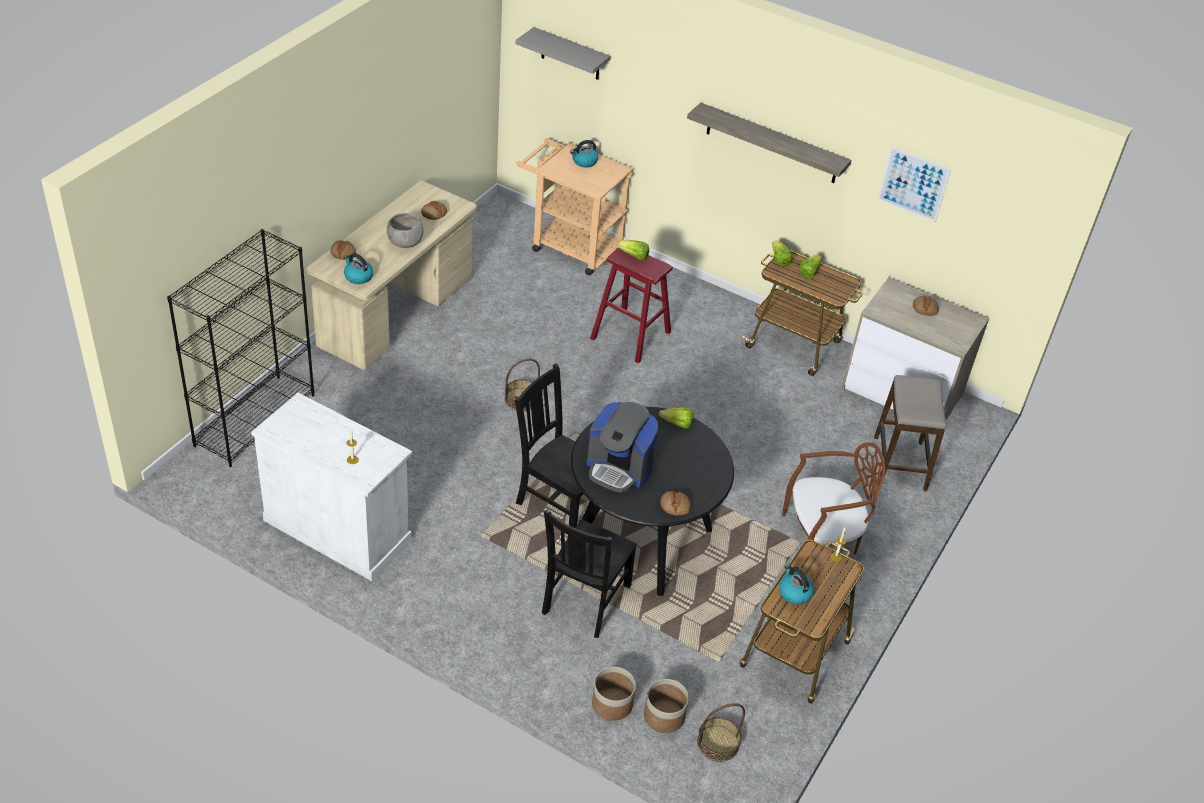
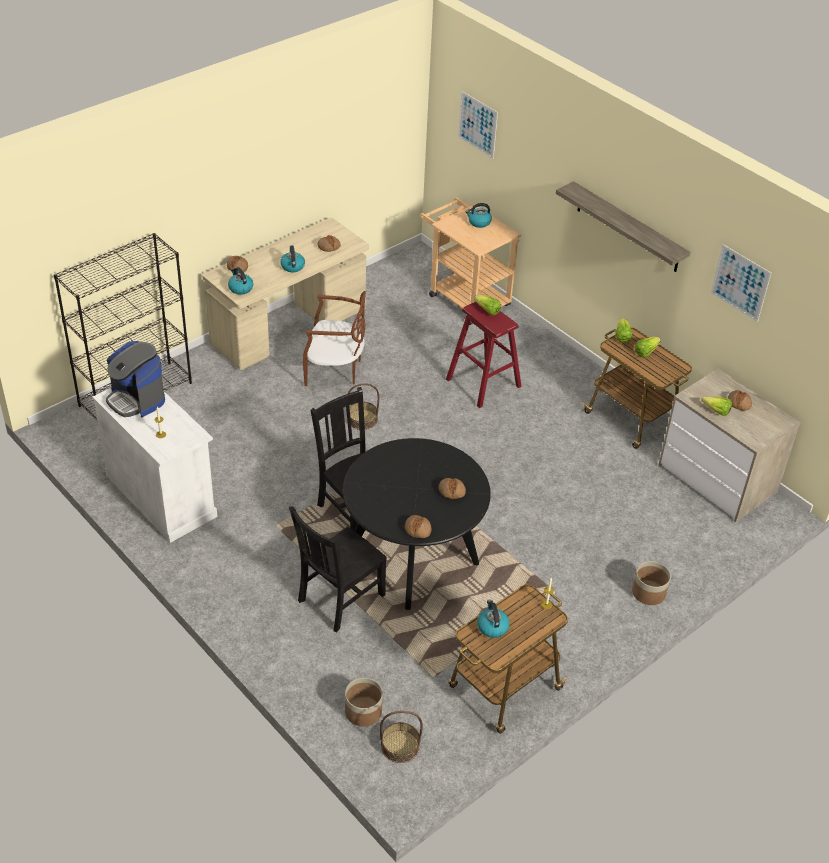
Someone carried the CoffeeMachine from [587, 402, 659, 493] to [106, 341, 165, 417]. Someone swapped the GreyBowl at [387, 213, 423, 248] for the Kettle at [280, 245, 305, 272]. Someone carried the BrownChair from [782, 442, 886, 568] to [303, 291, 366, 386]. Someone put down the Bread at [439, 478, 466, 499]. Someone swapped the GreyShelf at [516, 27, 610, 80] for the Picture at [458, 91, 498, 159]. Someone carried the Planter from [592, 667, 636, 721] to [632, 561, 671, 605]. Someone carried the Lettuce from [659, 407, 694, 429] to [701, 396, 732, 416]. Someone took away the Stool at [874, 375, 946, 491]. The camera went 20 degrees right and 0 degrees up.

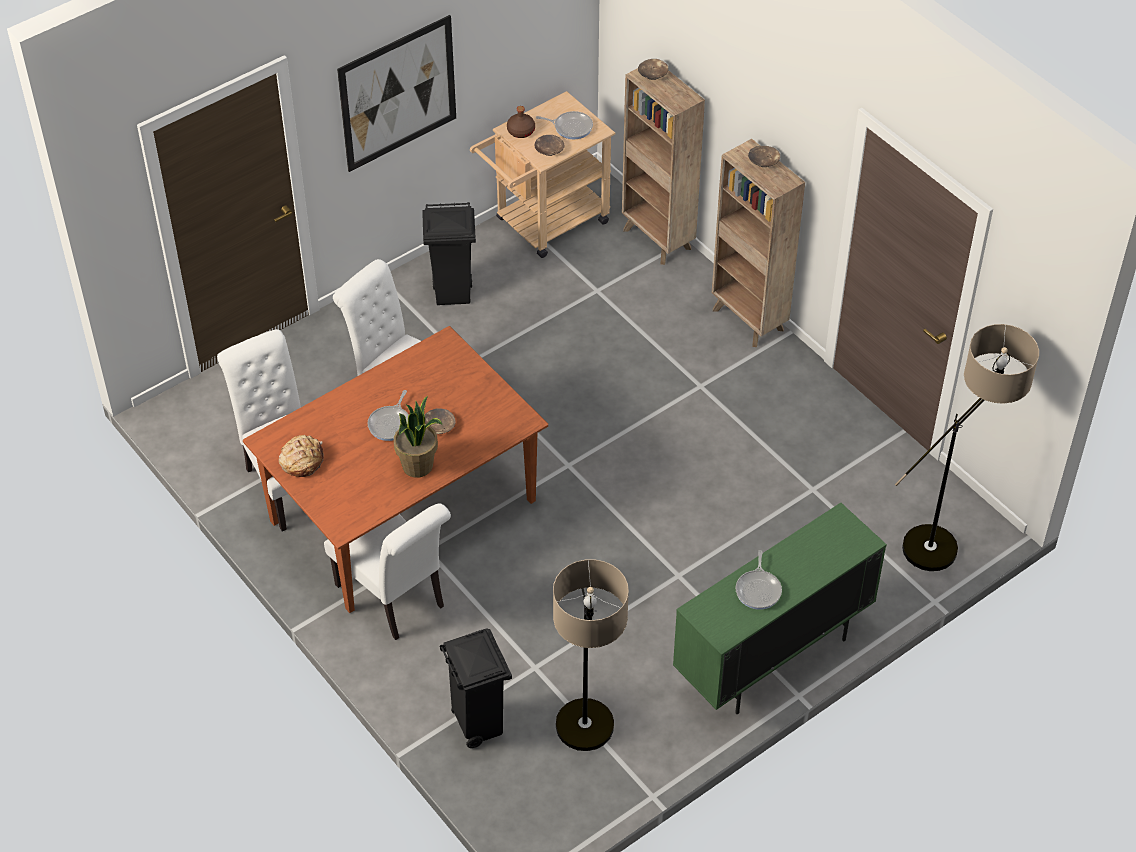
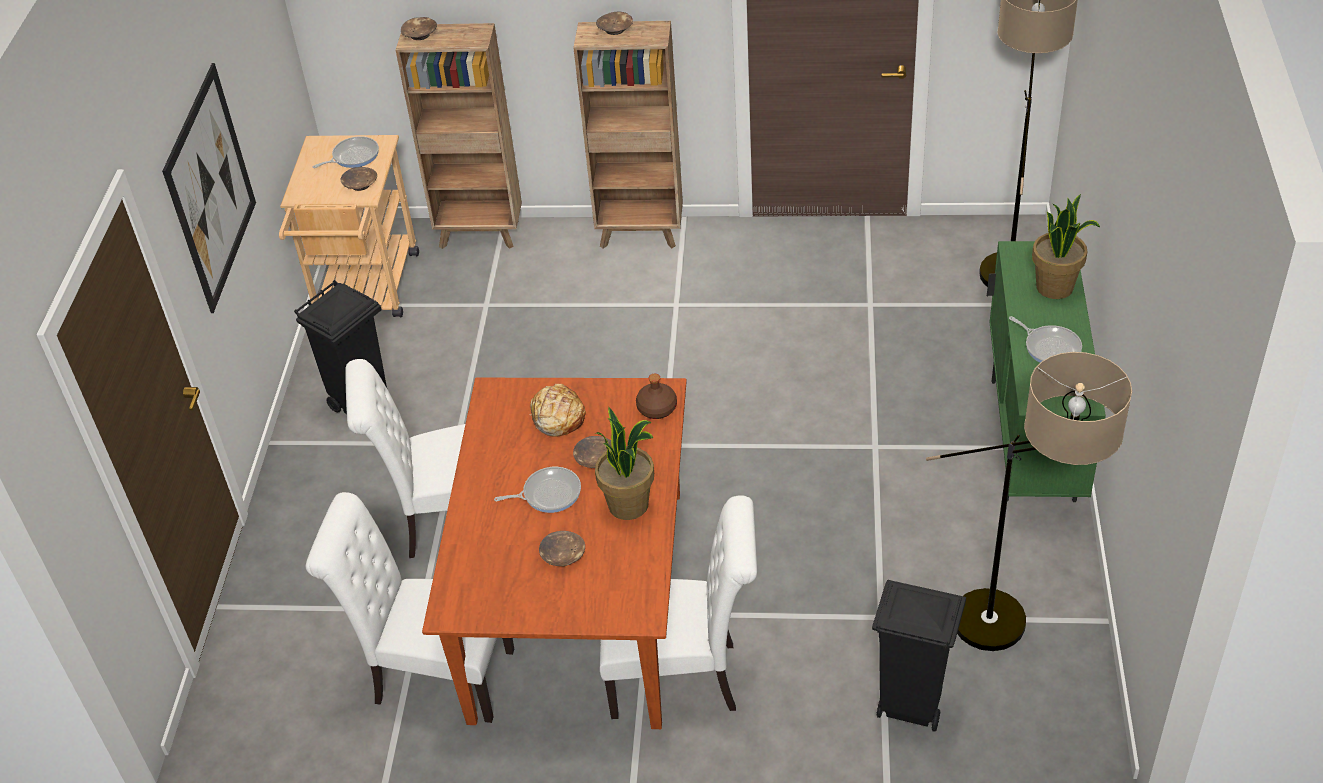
Someone rotated the FryingPan at [367, 390, 409, 441] by 75 degrees counterclockwise. Someone carried the Bread from [279, 435, 324, 477] to [529, 384, 586, 437]. Someone put down the BrownBowl at [539, 531, 585, 566]. Someone carried the BrownBottle from [507, 106, 535, 138] to [636, 374, 677, 419]. Someone put down the PottedPlant at [1032, 194, 1100, 299]. The camera went 45 degrees left and 5 degrees down.

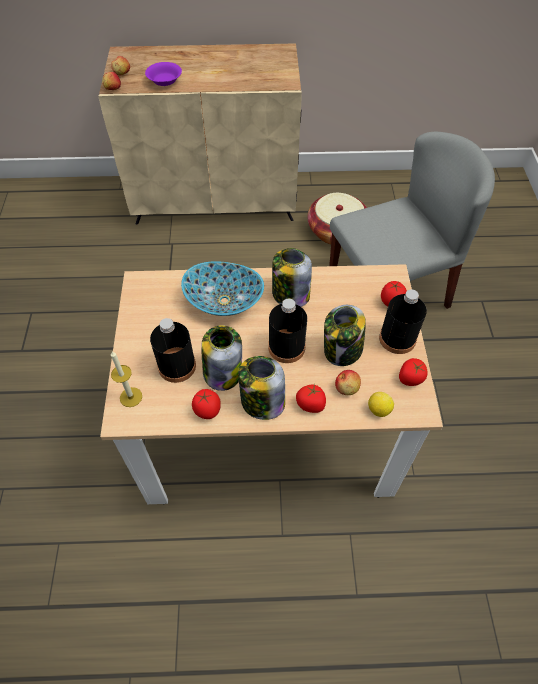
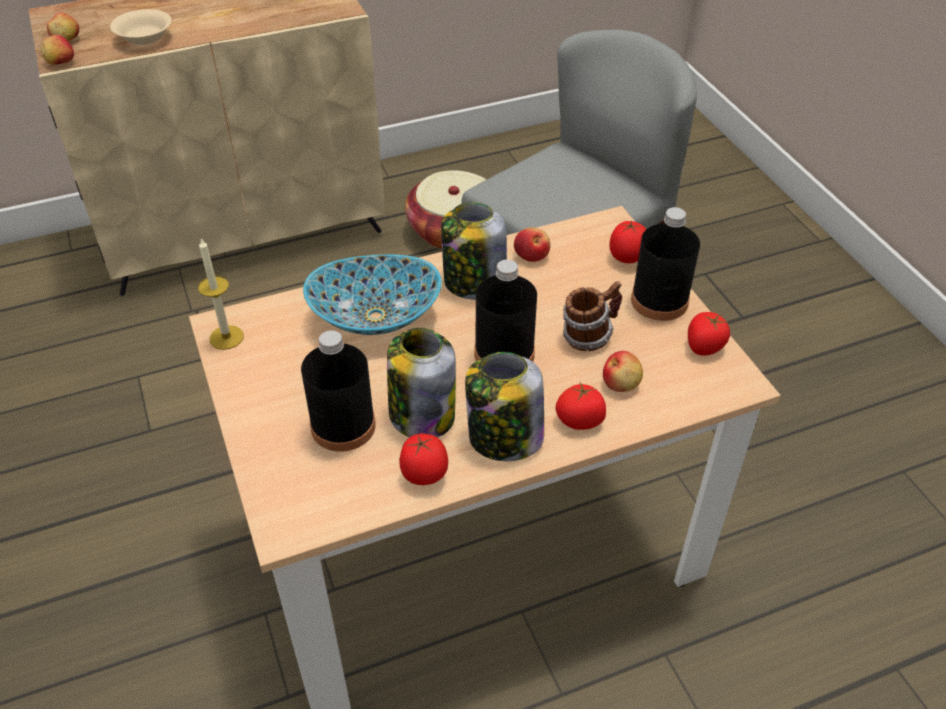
Someone repainted the PurpleBowl at [145, 62, 182, 86], which became the BeigeBowl at [110, 9, 171, 45]. Someone carried the Candle from [111, 351, 142, 407] to [198, 238, 244, 350]. Someone put down the Apple at [514, 227, 550, 262]. Someone swapped the Jar at [324, 305, 366, 366] for the Mug at [563, 281, 622, 351]. Someone took away the Lemon at [368, 392, 394, 417]. The camera went 20 degrees left and 10 degrees down.

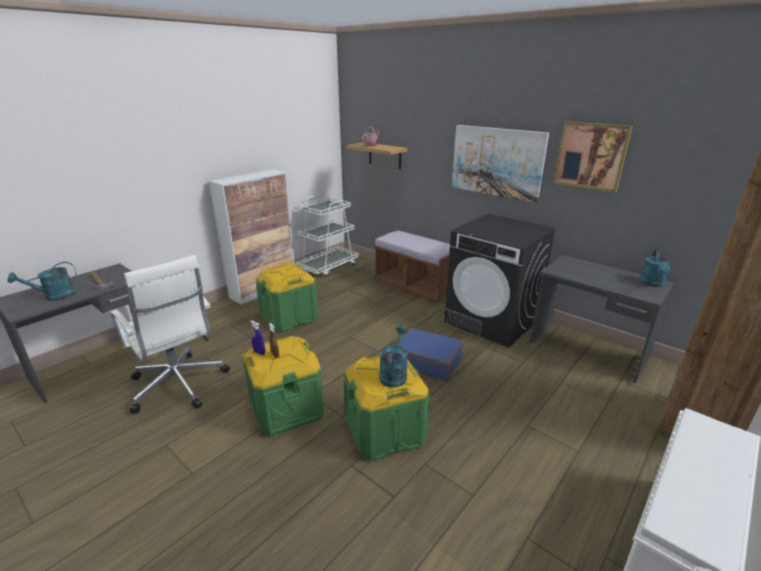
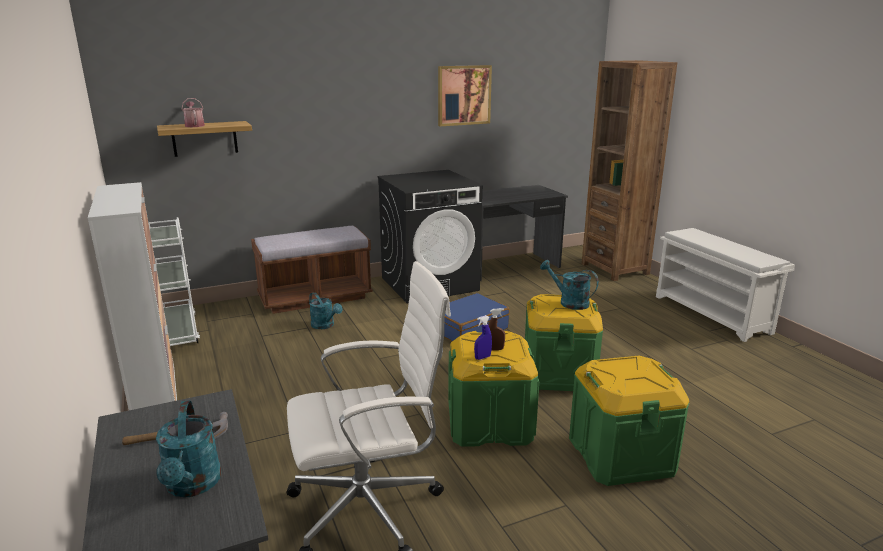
Someone carried the TurquoiseWateringCan from [639, 250, 671, 287] to [309, 292, 343, 329]. Someone carried the GreenStorageBox from [256, 263, 318, 332] to [569, 356, 689, 486]. Someone took away the Picture at [452, 125, 549, 203]. The camera went 65 degrees left and 5 degrees down.

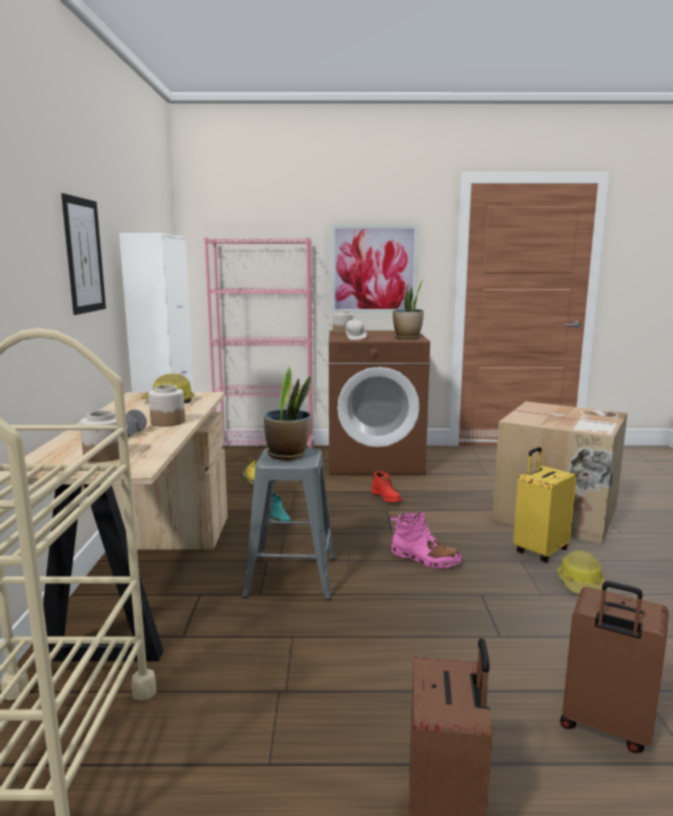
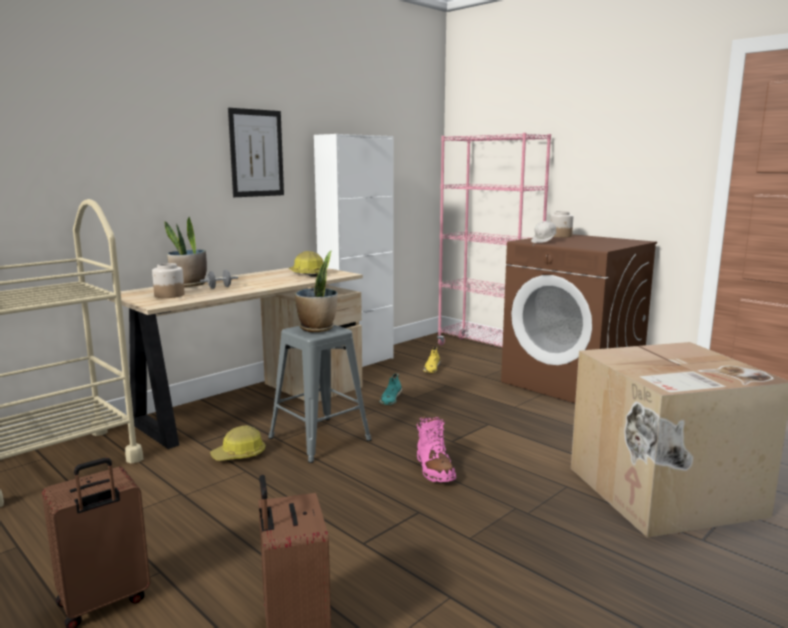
Someone carried the PottedPlant from [393, 281, 424, 339] to [164, 217, 207, 287]. Someone carried the HardHat from [557, 550, 604, 593] to [210, 425, 266, 461]. Someone took away the Jar at [149, 385, 185, 427]. Someone took away the Picture at [331, 225, 419, 313]. Someone took away the RedBoot at [371, 471, 402, 502]. Someone took away the YellowSuitcase at [513, 447, 576, 562]. The camera went 45 degrees right and 0 degrees up.

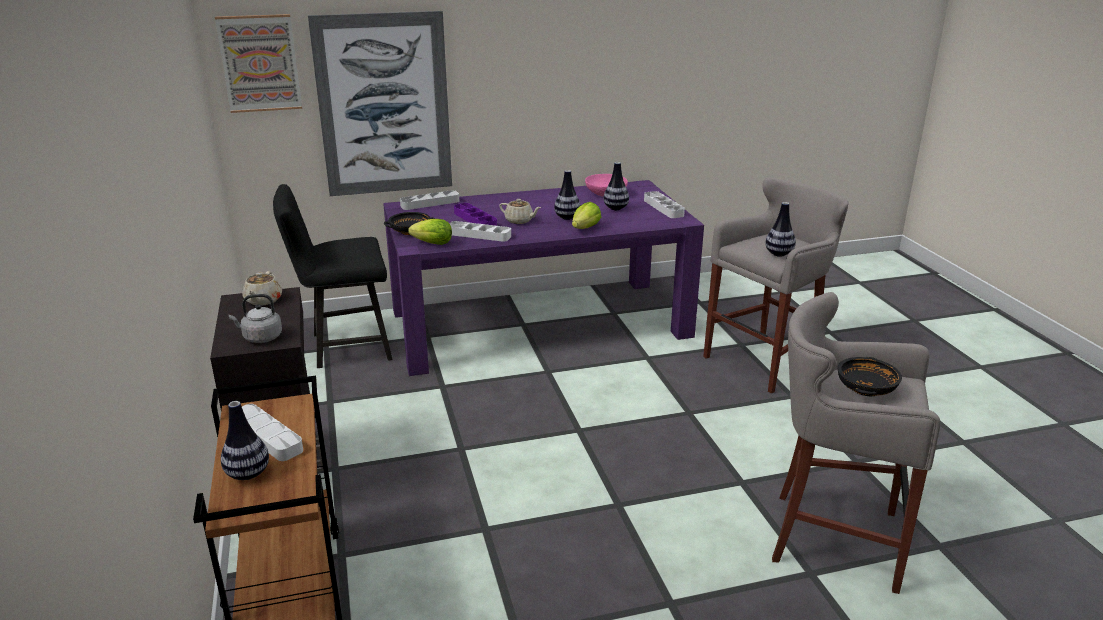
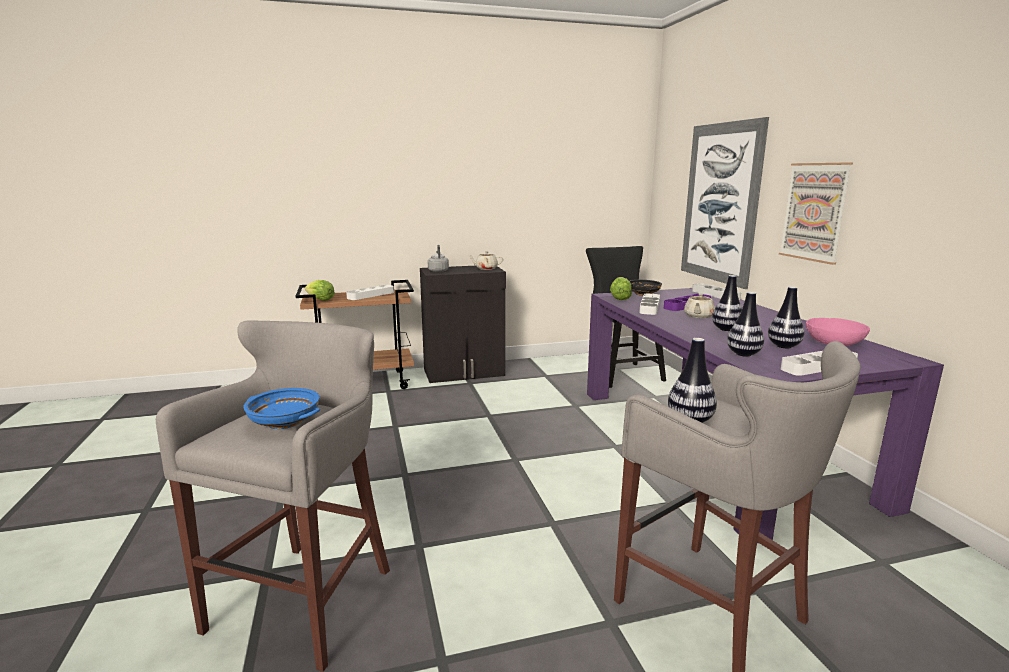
Someone repainted the BlackBowl at [837, 357, 902, 396], which became the BlueBowl at [243, 388, 320, 429]. Someone carried the Lettuce from [572, 202, 601, 229] to [305, 280, 335, 301]. Someone carried the Vase from [221, 401, 269, 480] to [727, 292, 764, 357]. Someone carried the Picture from [215, 14, 302, 113] to [779, 162, 853, 265]. The camera went 90 degrees right and 10 degrees down.

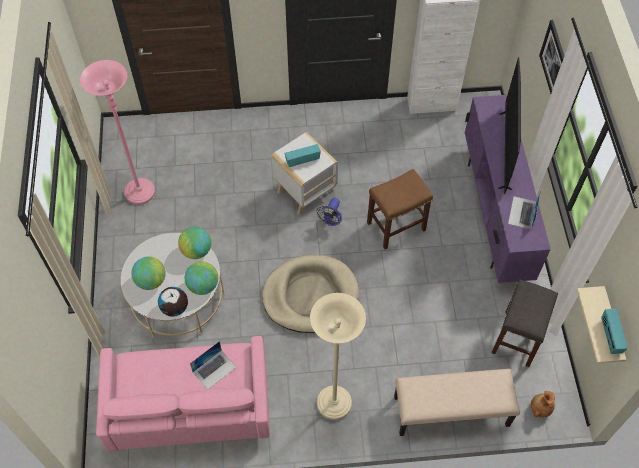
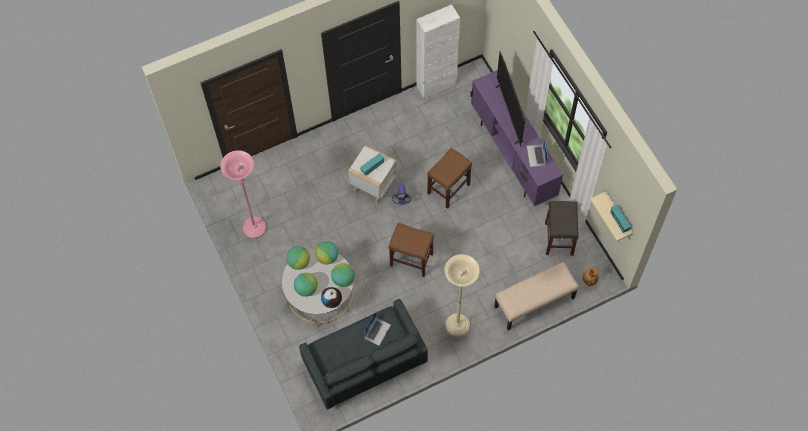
Someone put down the Globe at [286, 246, 310, 270]. Someone repainted the PinkSofa at [96, 336, 270, 452], which became the GreySofa at [299, 299, 428, 410]. Someone swapped the BeigeDogBed at [262, 255, 359, 333] for the BrownStool at [388, 223, 434, 277]. Someone took away the Picture at [539, 20, 565, 94]. The camera went 20 degrees left and 5 degrees up.

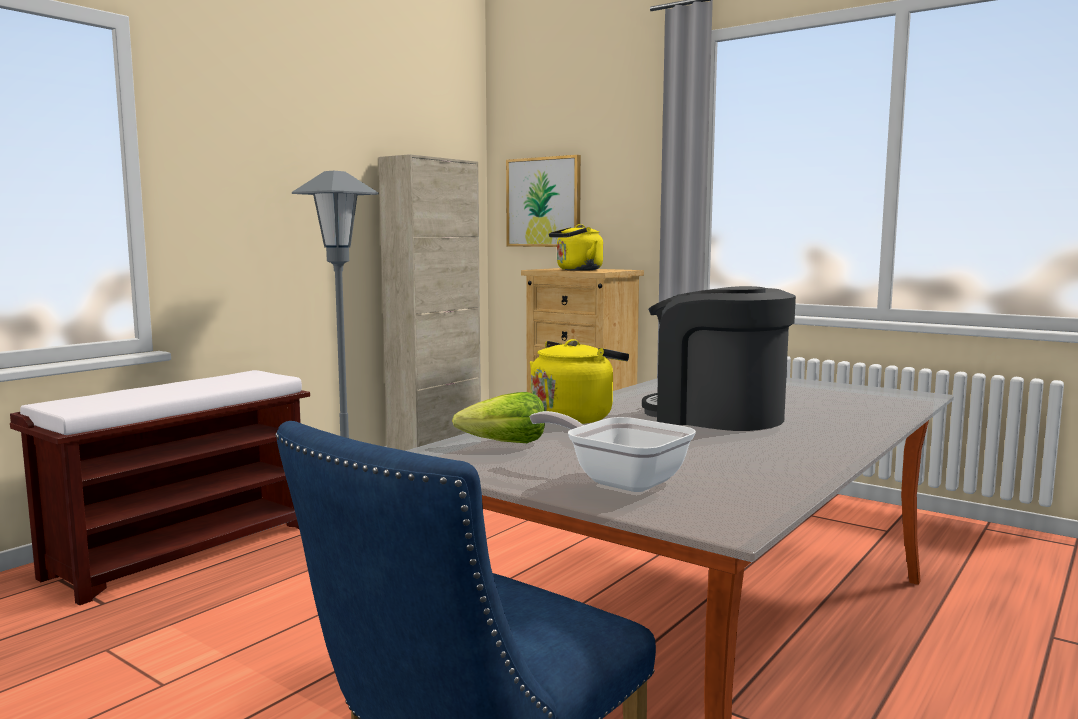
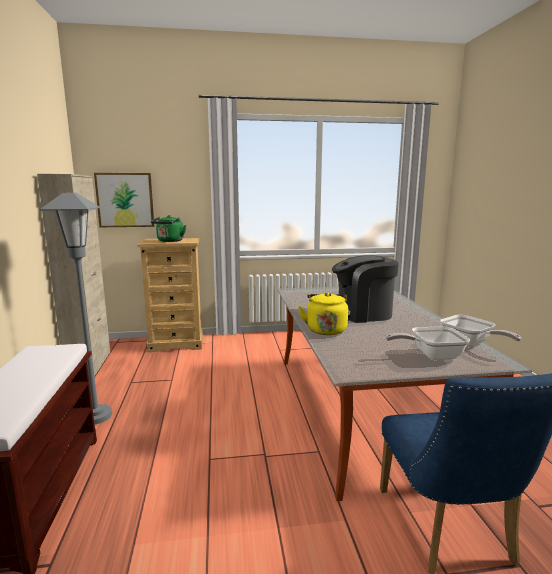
Someone repainted the YellowKettle at [549, 224, 603, 271], which became the GreenKettle at [151, 215, 186, 242]. Someone put down the FryingPan at [440, 315, 522, 347]. Someone took away the Lettuce at [452, 392, 545, 443]. The camera went 45 degrees left and 5 degrees up.

